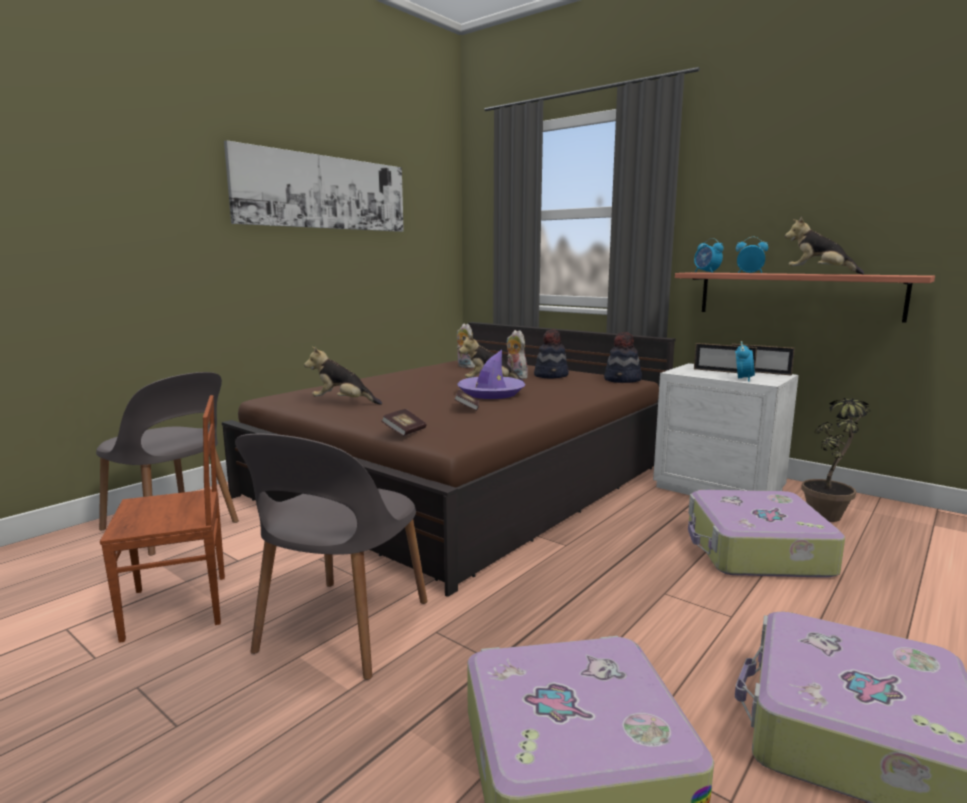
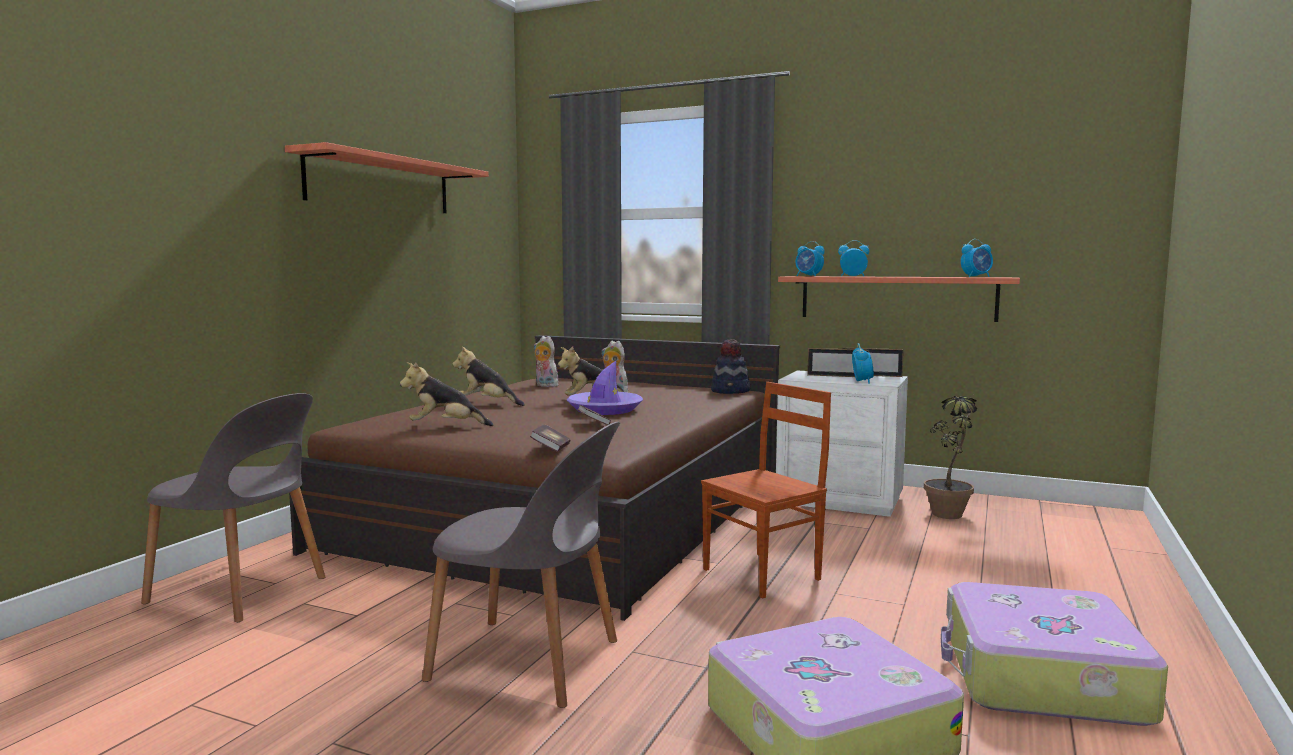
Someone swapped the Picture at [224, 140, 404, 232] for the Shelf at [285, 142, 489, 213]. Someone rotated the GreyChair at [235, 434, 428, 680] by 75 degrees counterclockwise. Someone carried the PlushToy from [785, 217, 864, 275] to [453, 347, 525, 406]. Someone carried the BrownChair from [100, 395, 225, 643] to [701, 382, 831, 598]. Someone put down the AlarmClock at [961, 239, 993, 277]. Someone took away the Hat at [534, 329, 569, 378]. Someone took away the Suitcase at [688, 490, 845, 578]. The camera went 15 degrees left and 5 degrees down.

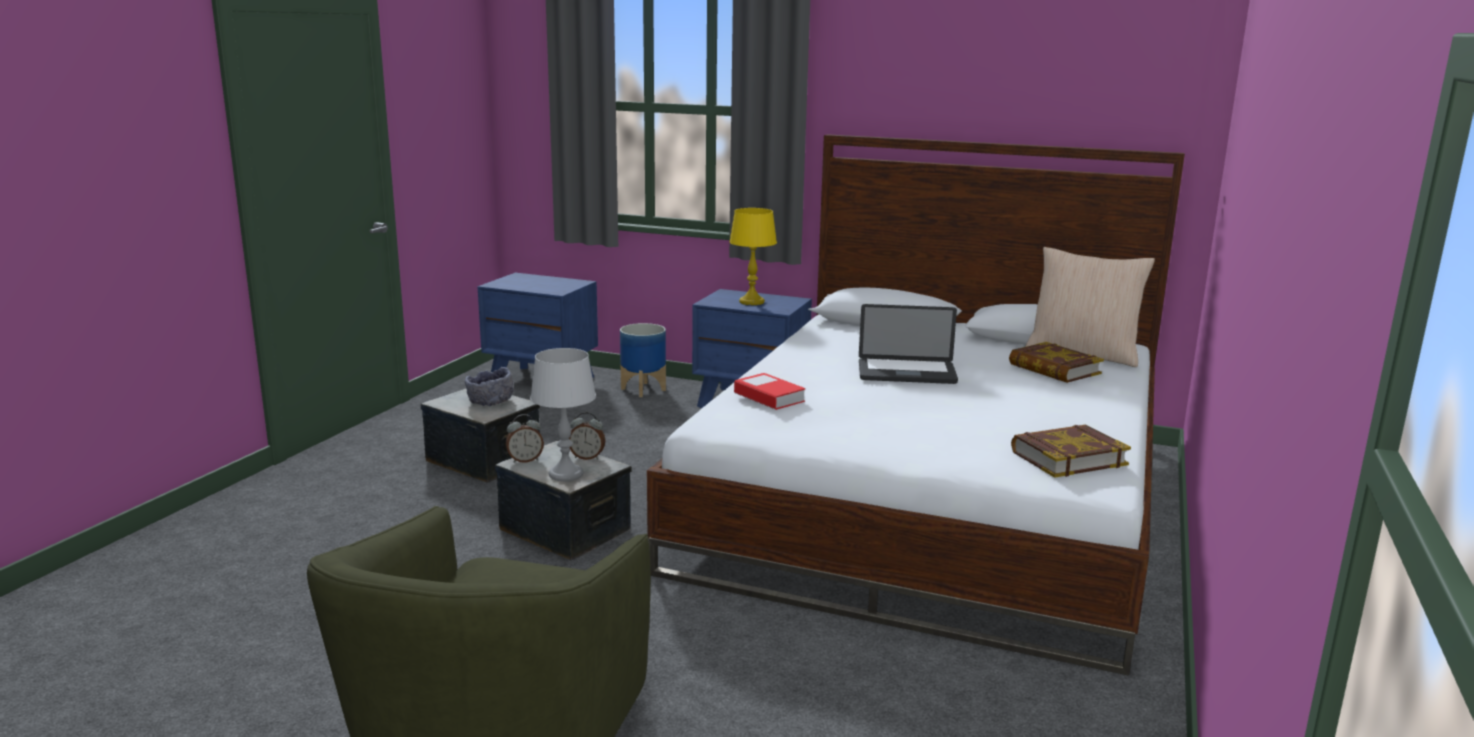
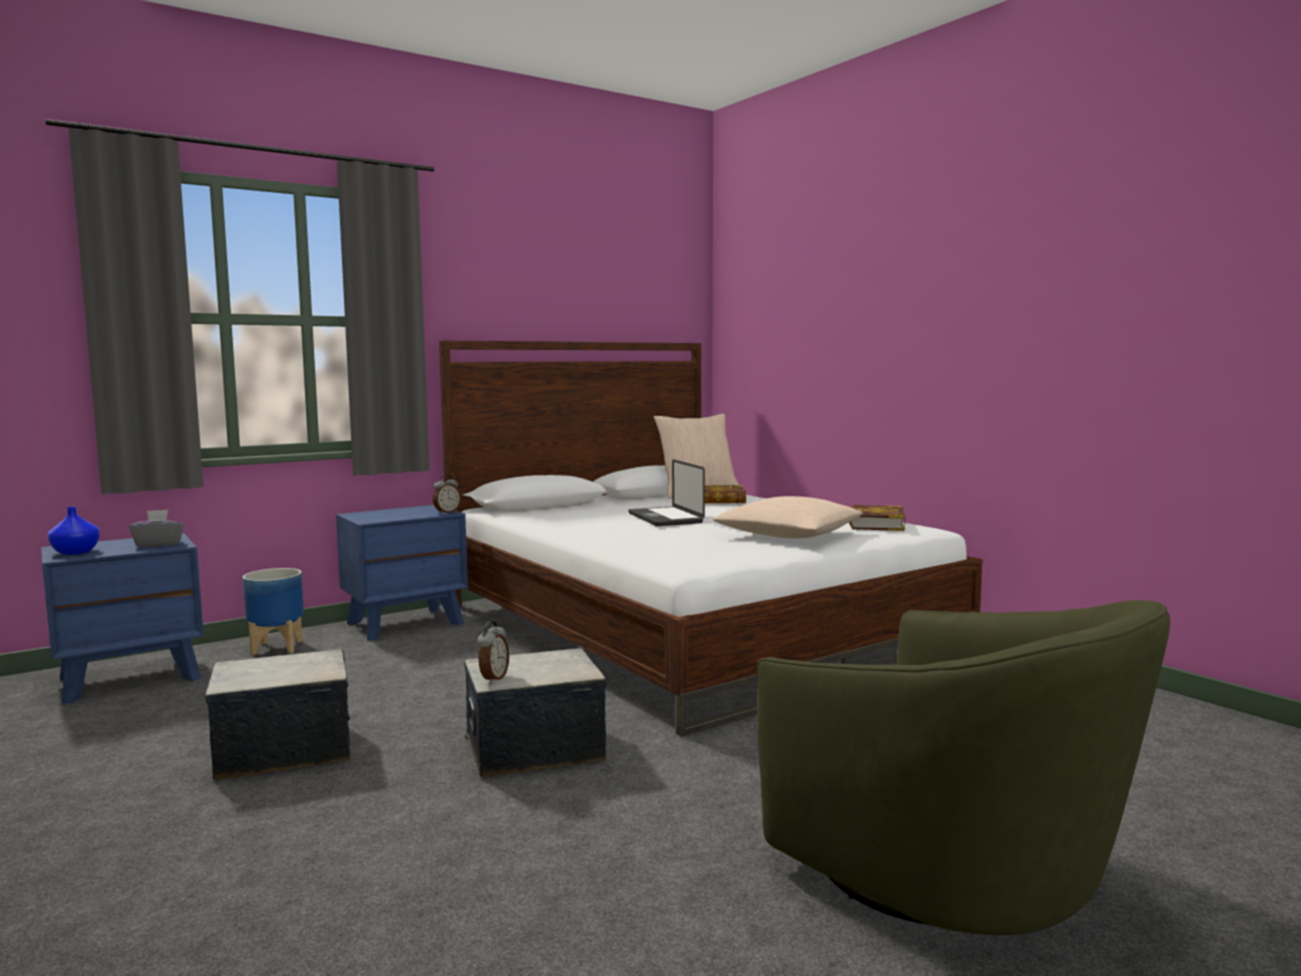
Someone put down the BlueVase at [47, 507, 100, 555]. Someone put down the GreyTissueBox at [129, 509, 184, 547]. Someone carried the AlarmClock from [569, 412, 605, 460] to [433, 475, 461, 514]. Someone rotated the Laptop at [859, 304, 958, 384] by 120 degrees clockwise. Someone put down the BeigePillow at [713, 496, 863, 539]. Someone took away the GreyBowl at [465, 367, 514, 407]. Someone took away the GreyTableLamp at [530, 348, 596, 481]. Someone took away the YellowTableLamp at [729, 208, 777, 305]. Someone took away the Book at [734, 373, 805, 410]. The camera went 55 degrees left and 10 degrees down.

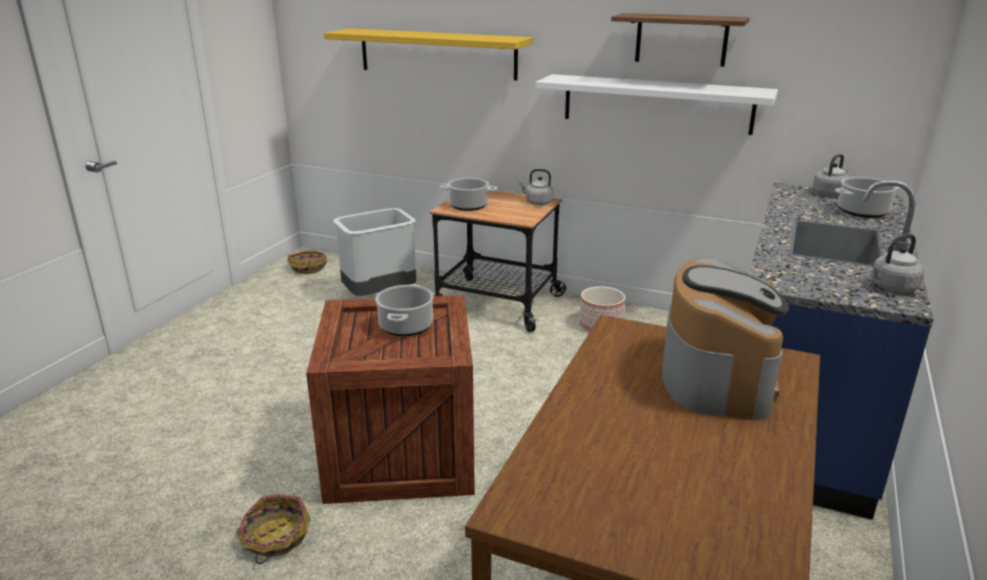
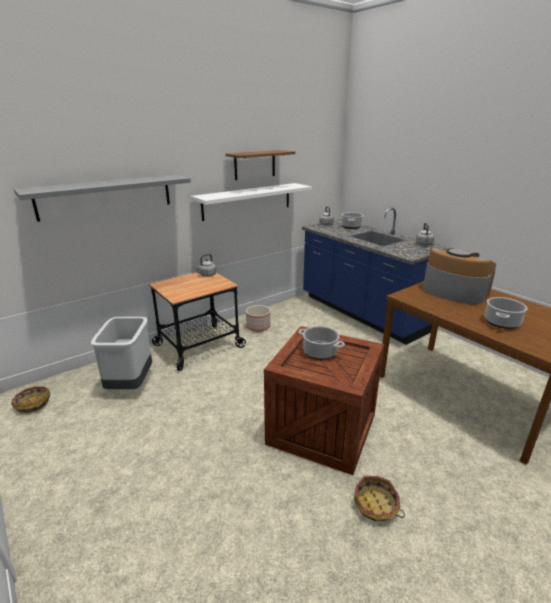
Someone repainted the YellowShelf at [324, 28, 533, 81], which became the GreyShelf at [14, 175, 191, 222]. Someone carried the CookingPot from [439, 178, 498, 211] to [485, 297, 527, 329]. The camera went 60 degrees left and 0 degrees up.

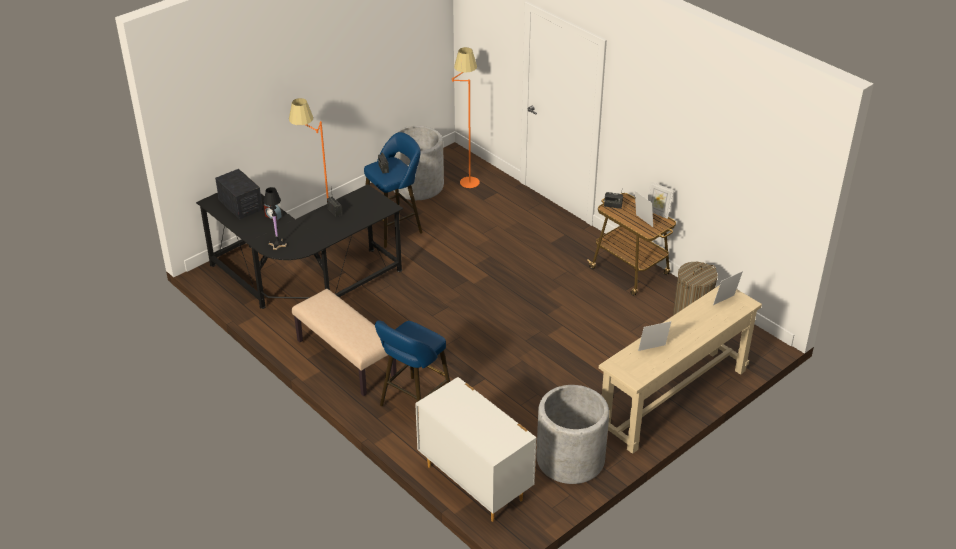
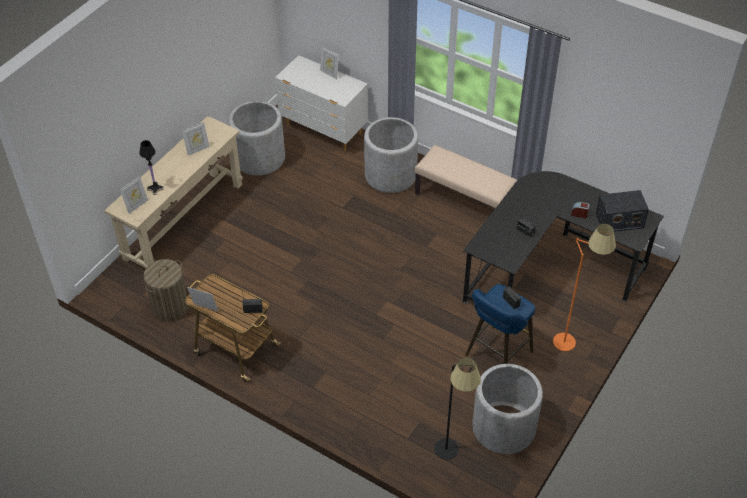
Someone carried the BlackTableLamp from [264, 187, 287, 250] to [139, 140, 164, 195]. Someone carried the PictureFrame from [635, 191, 653, 227] to [320, 46, 339, 79]. Someone swapped the BlueStool at [375, 320, 450, 406] for the GreyPlanter at [364, 117, 418, 193]. Someone repainted the OrangeFloorLamp at [452, 47, 480, 188], which became the BlackFloorLamp at [434, 357, 481, 460]. Someone rotated the Radio at [215, 169, 263, 219] by 45 degrees counterclockwise. The camera went 165 degrees right and 10 degrees up.

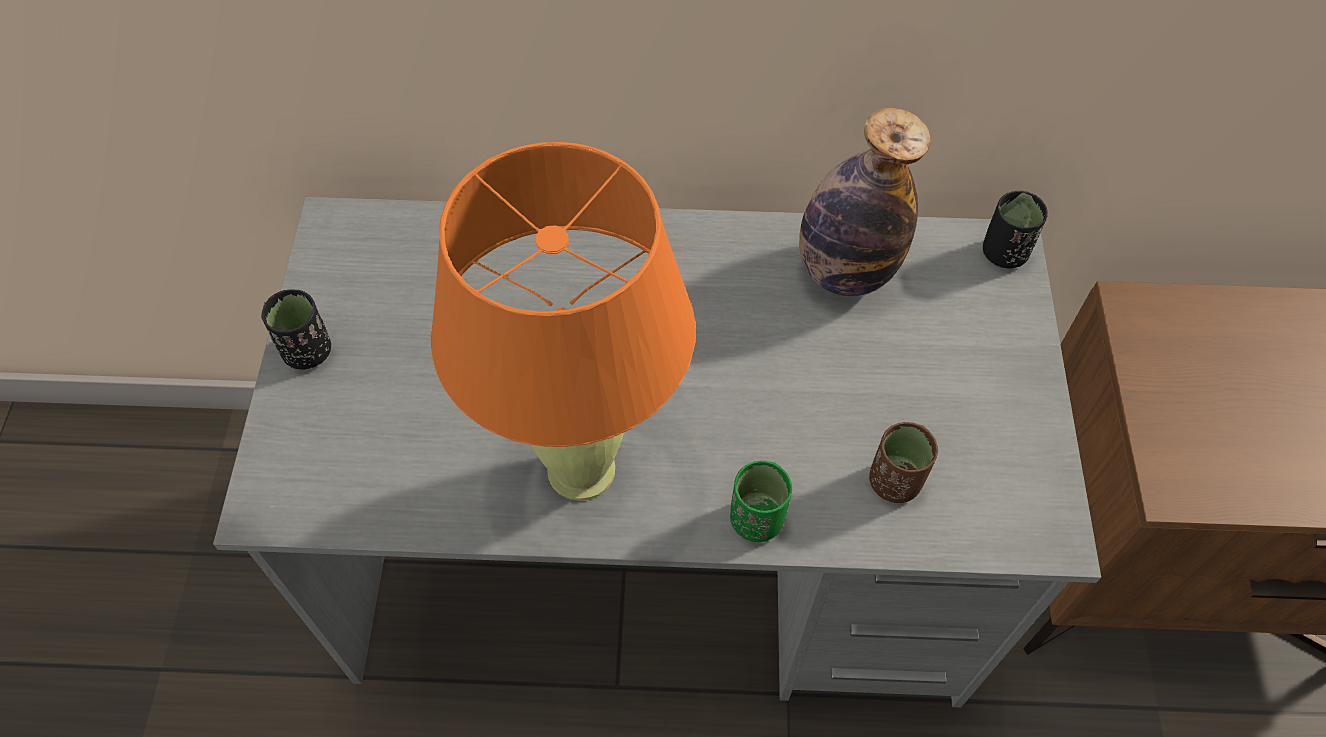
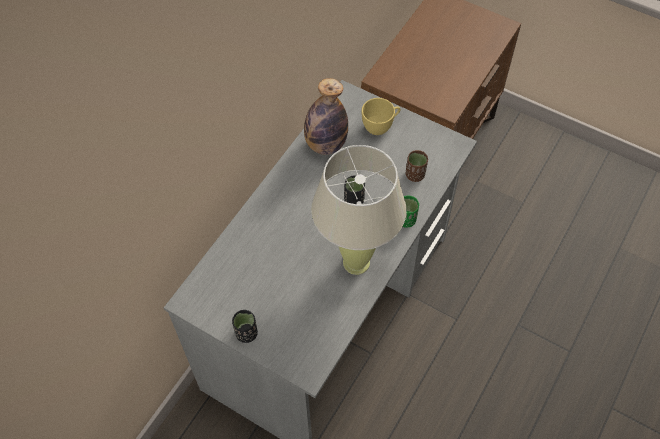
Someone repainted the OrangeTableLamp at [431, 142, 696, 501], which became the BeigeTableLamp at [311, 145, 407, 275]. Someone carried the BlackCup from [983, 191, 1048, 268] to [344, 175, 365, 204]. Someone put down the YellowCup at [362, 98, 400, 135]. The camera went 60 degrees left and 0 degrees up.

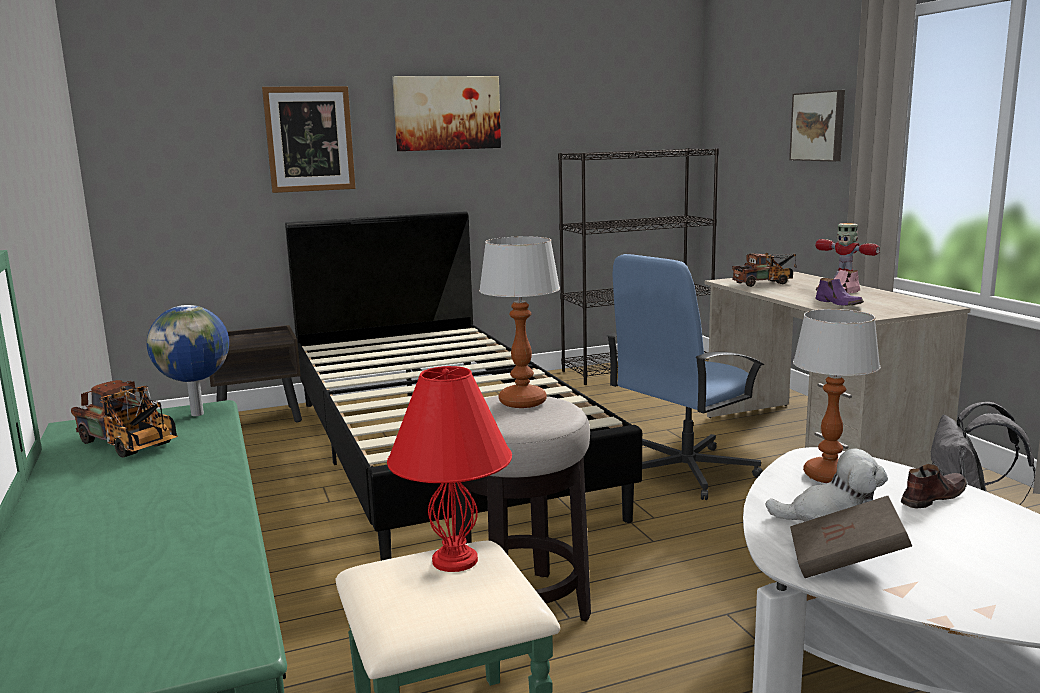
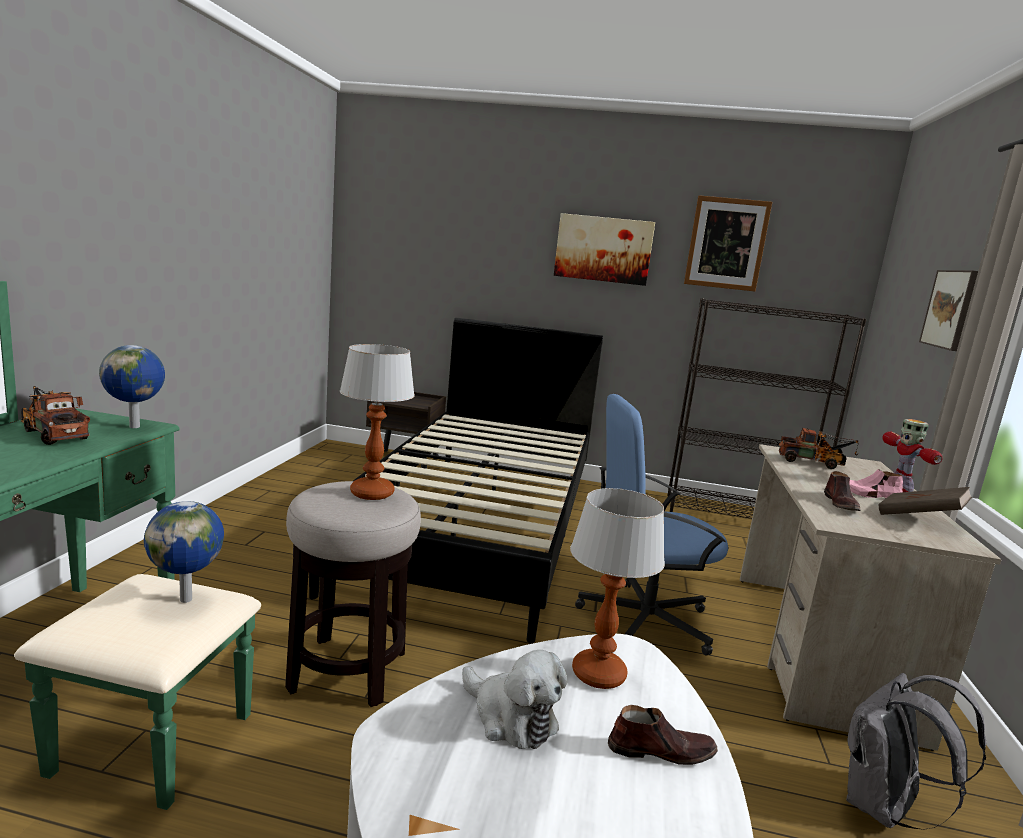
Someone rotated the ToyTruck at [71, 380, 178, 458] by 150 degrees clockwise. Someone swapped the RedTableLamp at [387, 366, 512, 572] for the Globe at [144, 501, 224, 603]. Someone carried the Picture from [262, 86, 356, 193] to [684, 195, 772, 291]. Someone repainted the PurpleShoe at [816, 278, 864, 306], which became the BrownShoe at [824, 471, 860, 511]. Someone carried the BrownBook from [790, 496, 912, 578] to [878, 487, 972, 515]. The camera went 30 degrees right and 0 degrees up.

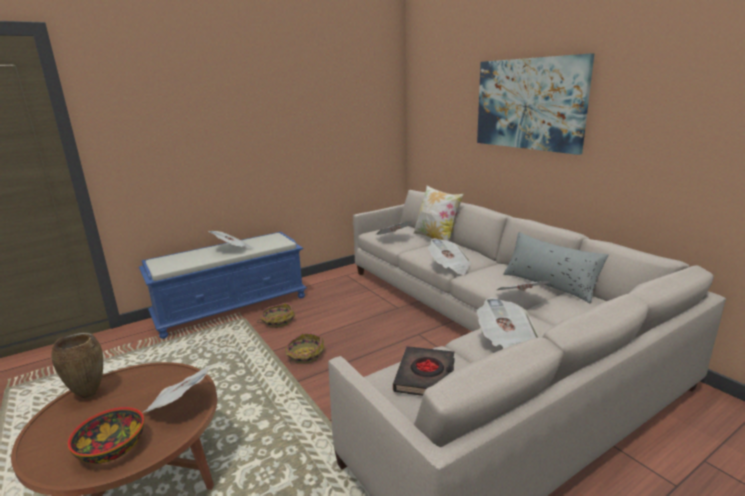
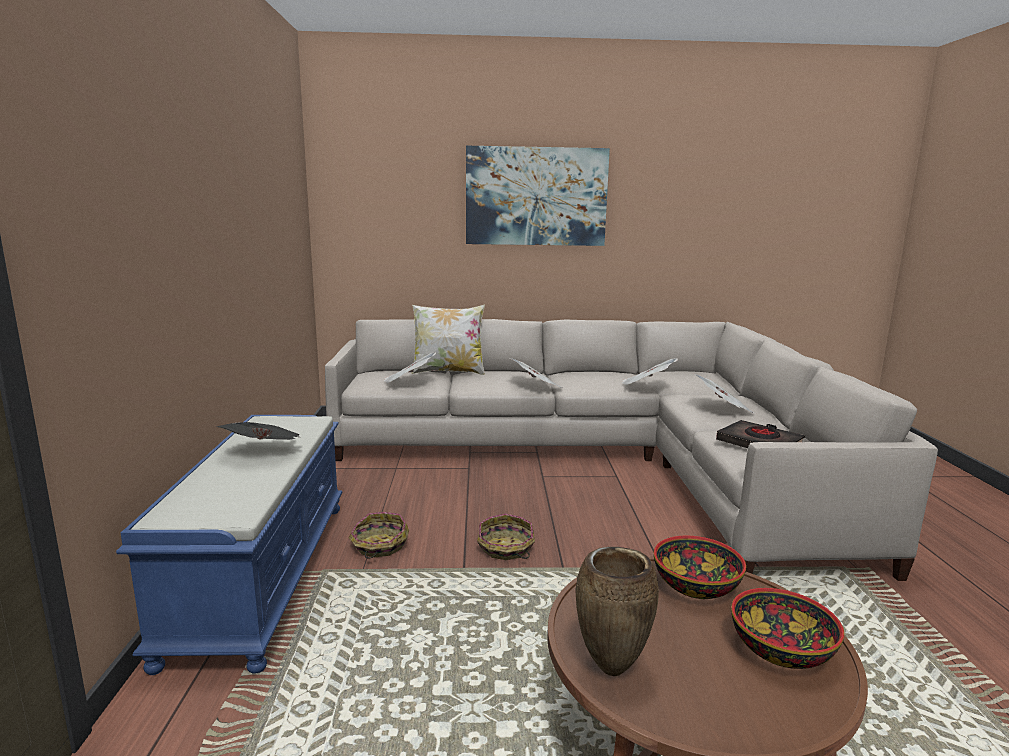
Someone swapped the Newspaper at [143, 366, 211, 413] for the Bowl at [654, 536, 746, 599]. Someone took away the GreyPillow at [503, 232, 609, 304]. The camera went 60 degrees left and 5 degrees down.

